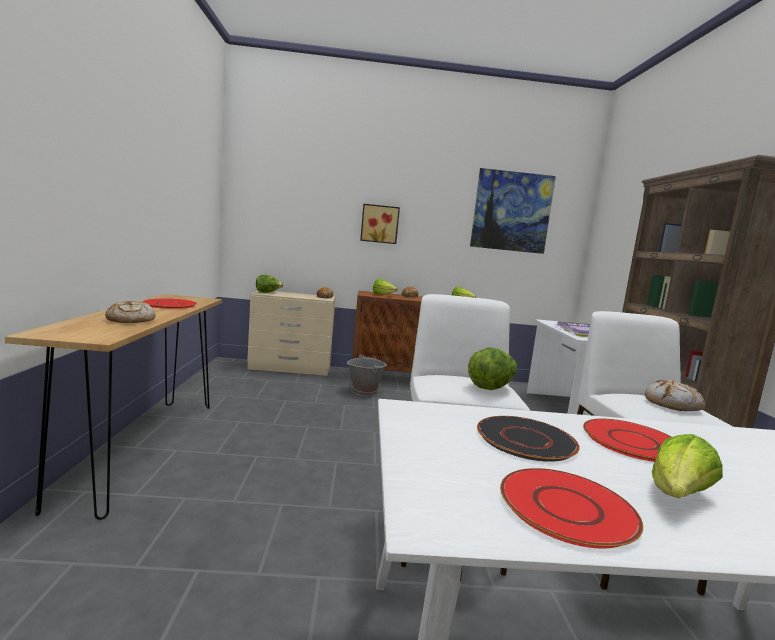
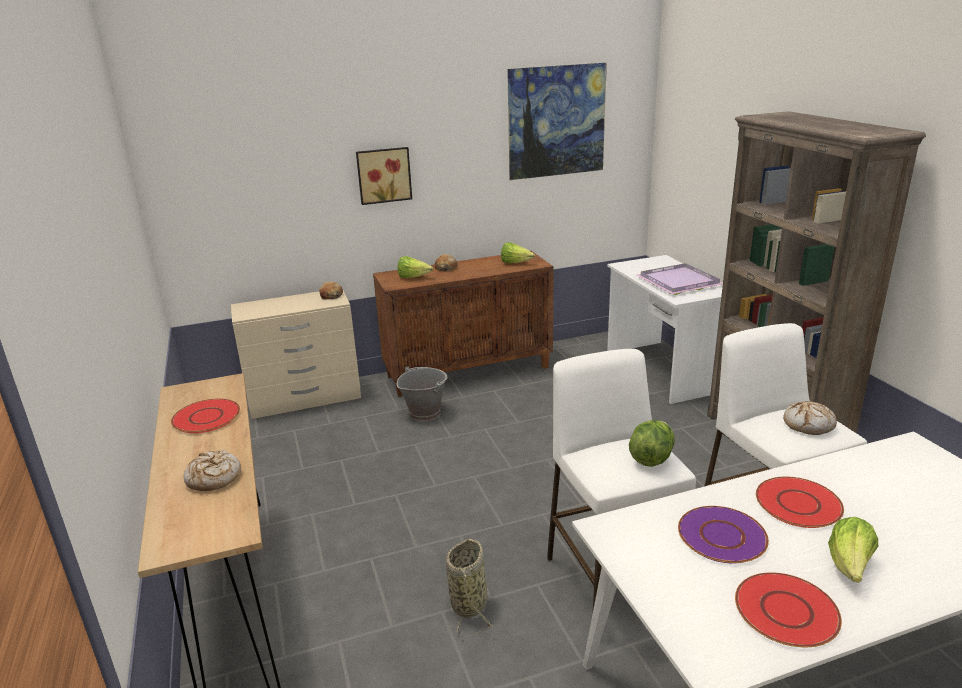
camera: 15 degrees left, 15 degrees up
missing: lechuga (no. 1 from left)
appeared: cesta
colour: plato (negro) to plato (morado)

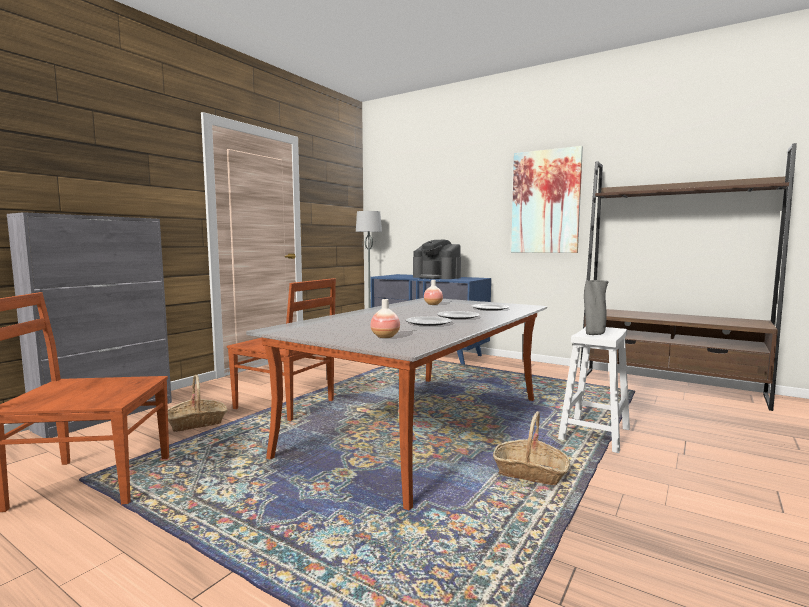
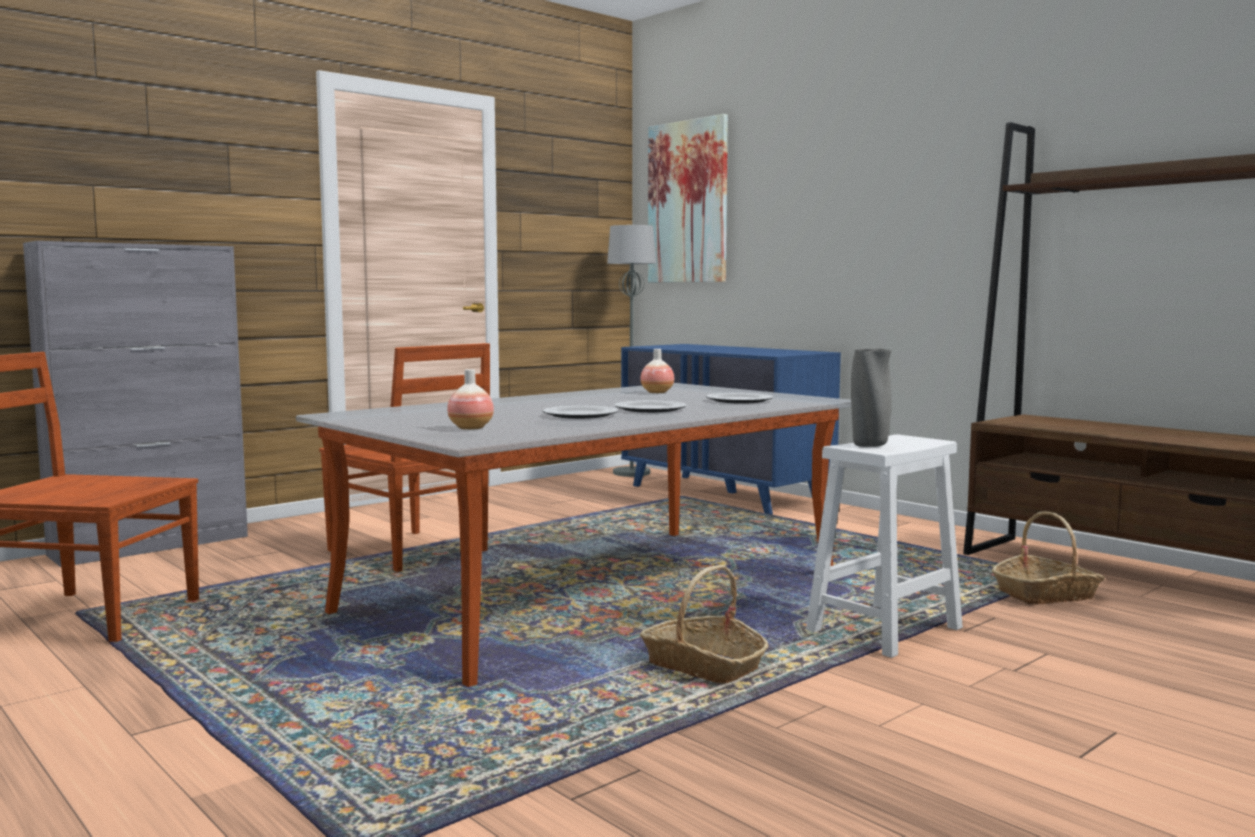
camera: 15 degrees right, 0 degrees up
missing: cafetera
relocated: cuadro; cesta (no. 1 from left in the first image) to cesta (no. 2 from left)

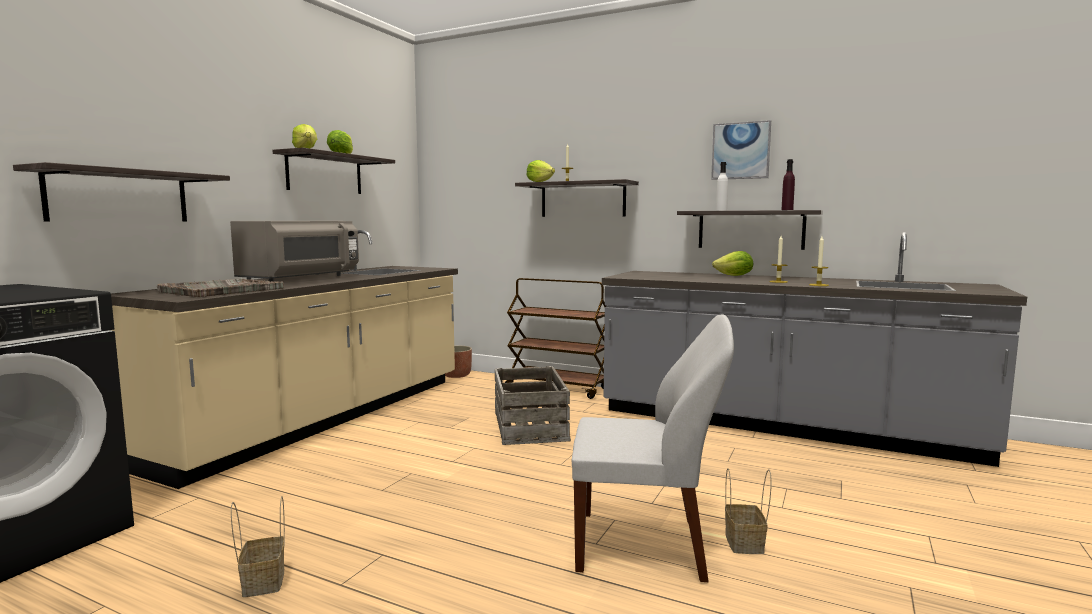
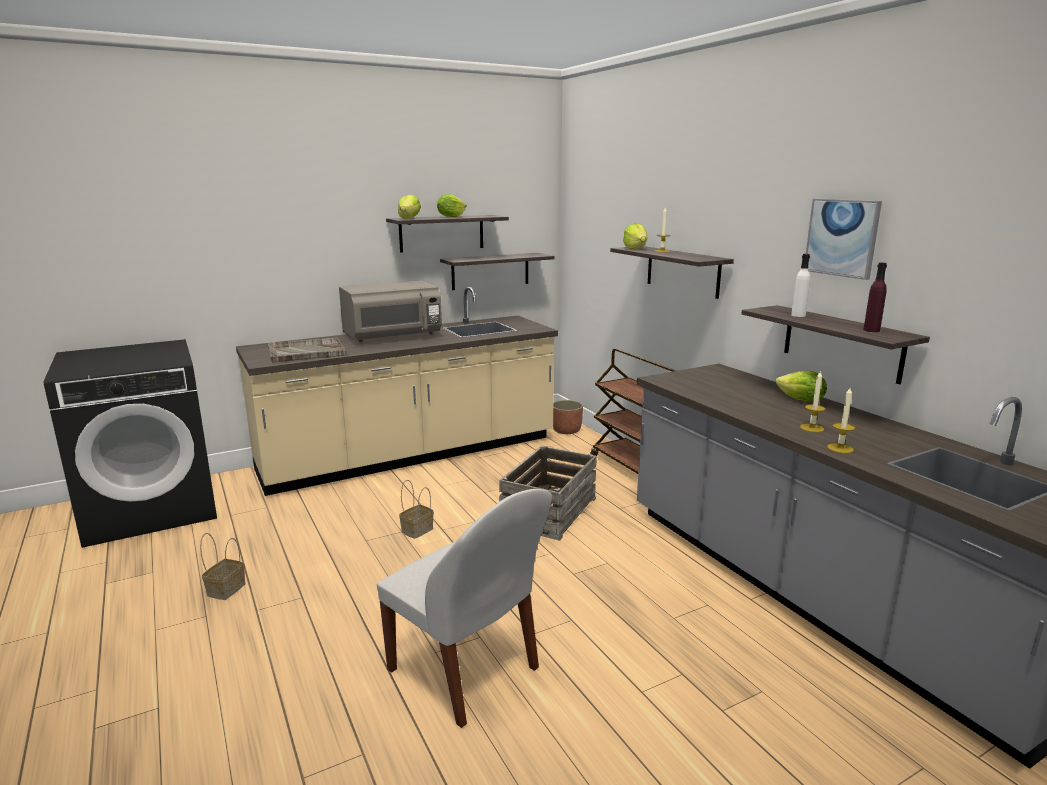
camera: 35 degrees right, 10 degrees up
relocated: cesta (no. 2 from left); estante (no. 1 from left in the first image) to estante (no. 2 from left)

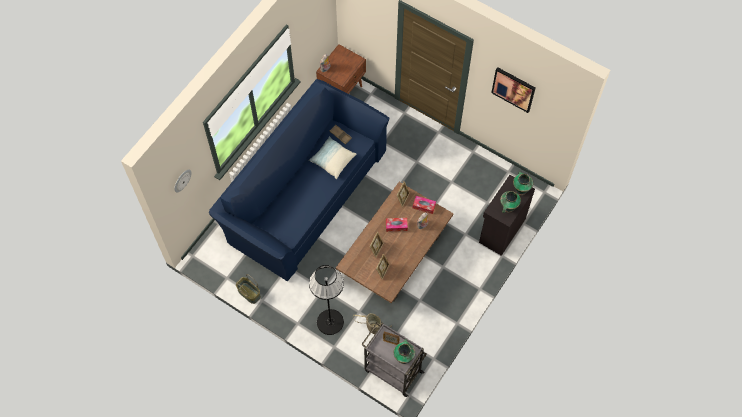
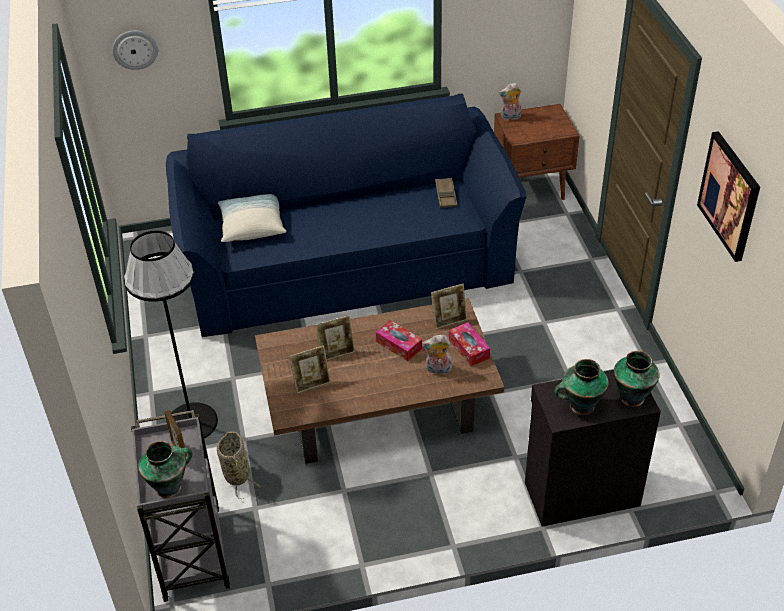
camera: 45 degrees right, 20 degrees down
missing: cesta (no. 1 from left)
relocated: cojín

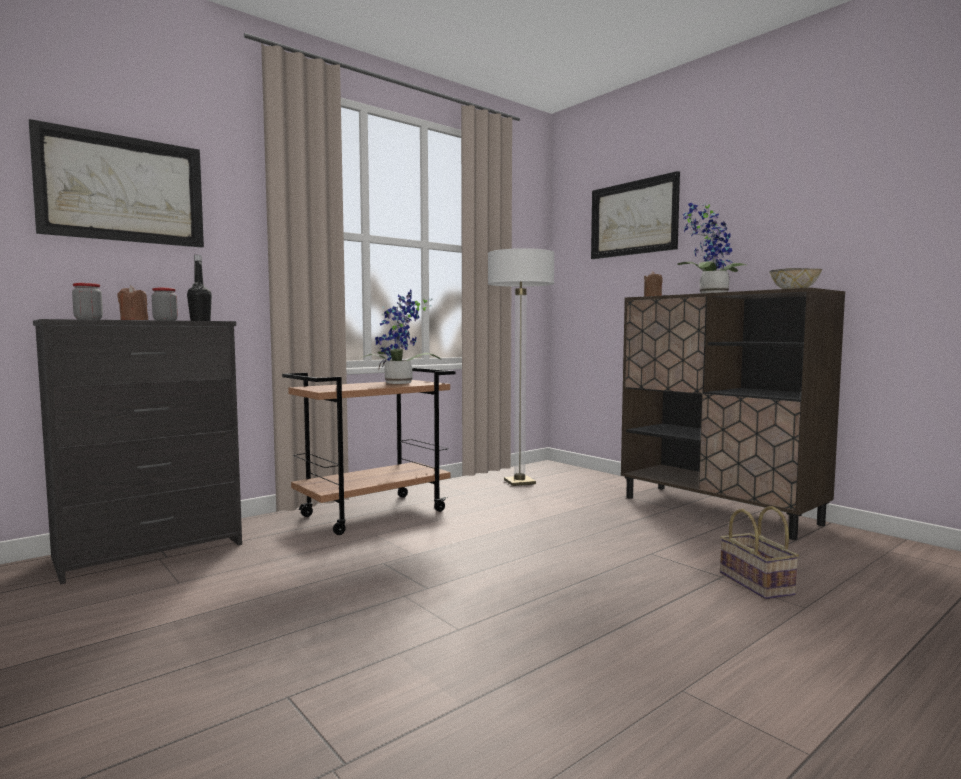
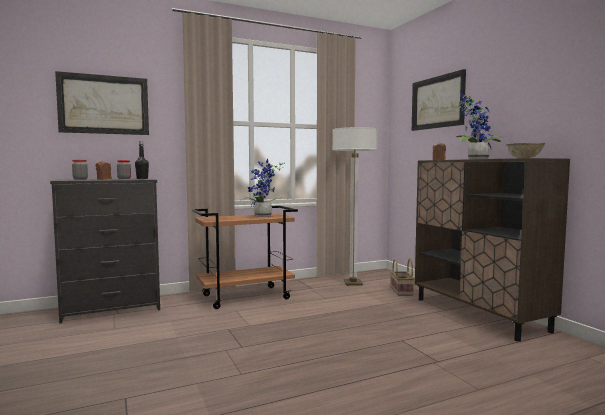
camera: 15 degrees right, 0 degrees up
relocated: cesta

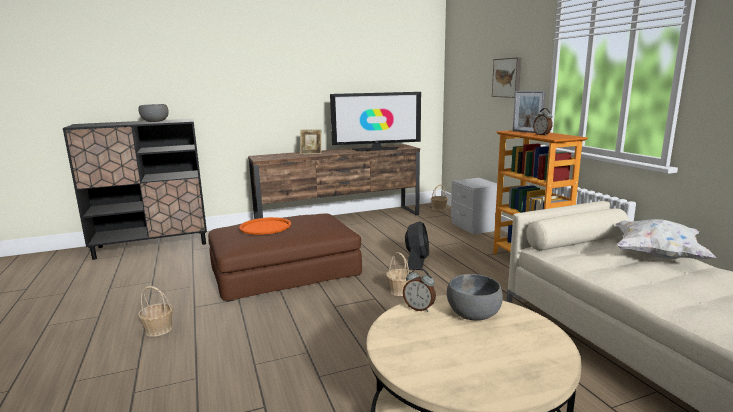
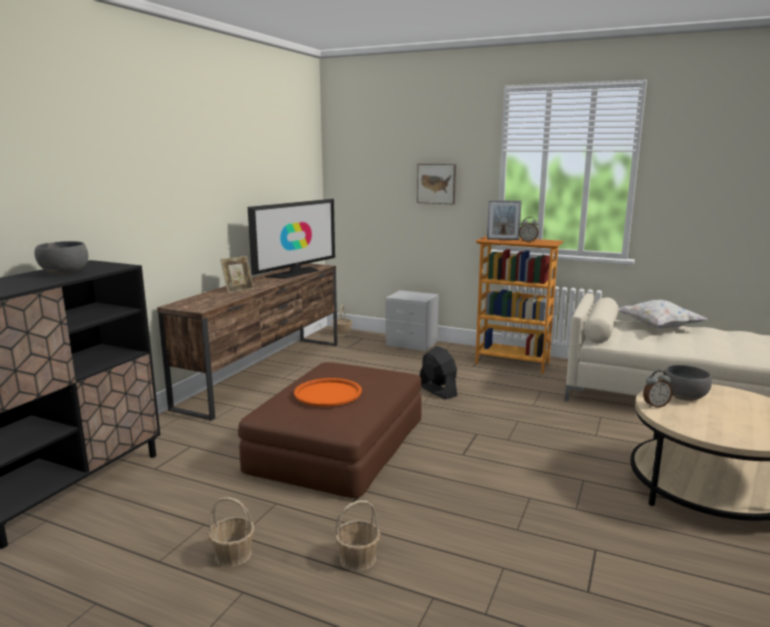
camera: 45 degrees left, 0 degrees up
relocated: cesta (no. 2 from left in the first image) to cesta (no. 1 from left)

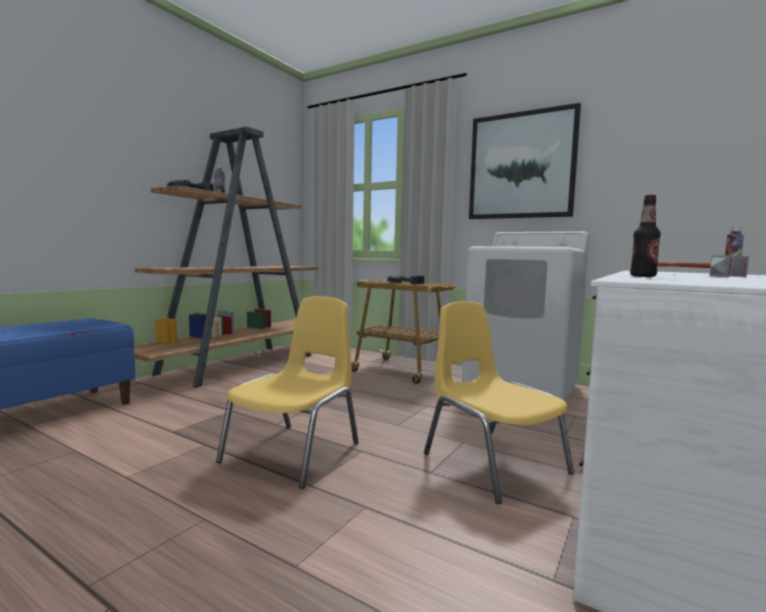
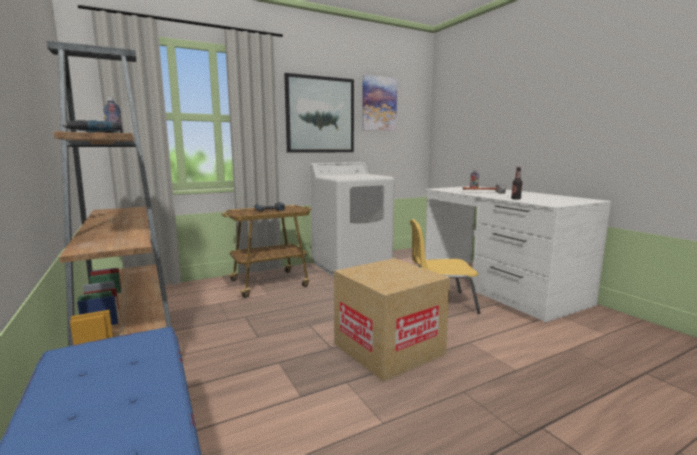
camera: 60 degrees left, 5 degrees up
appeared: cuadro (no. 2 from left)
exchanged: silla (amarillo) (no. 1 from left) to caja de cartón

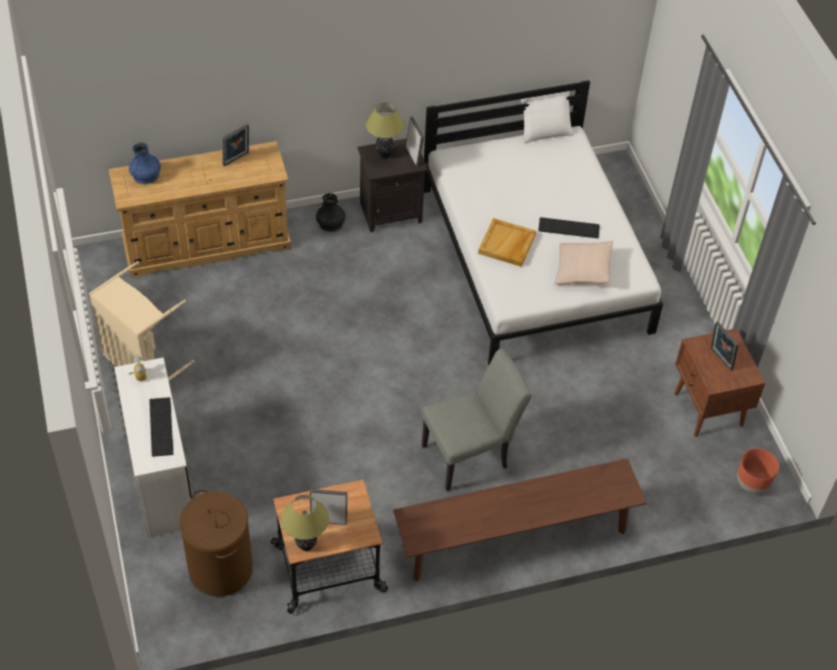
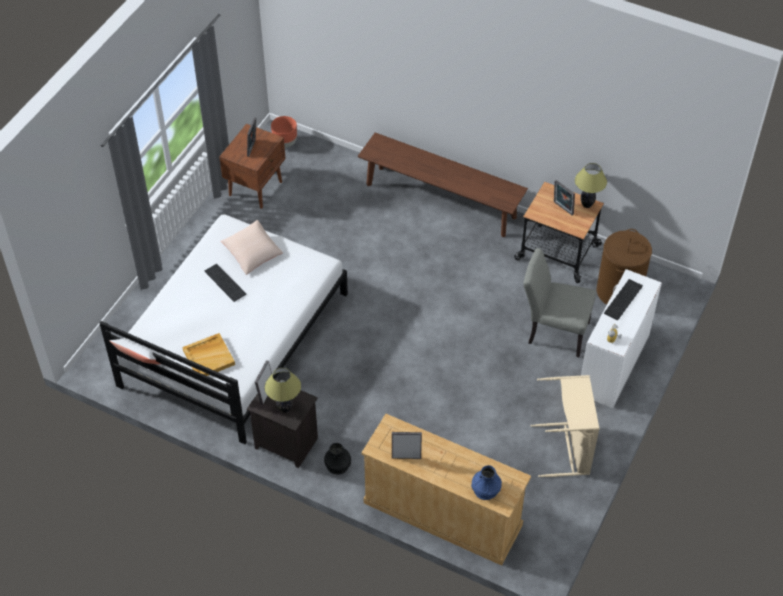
camera: 135 degrees left, 0 degrees up
relocated: bandeja (beis); silla (gris)

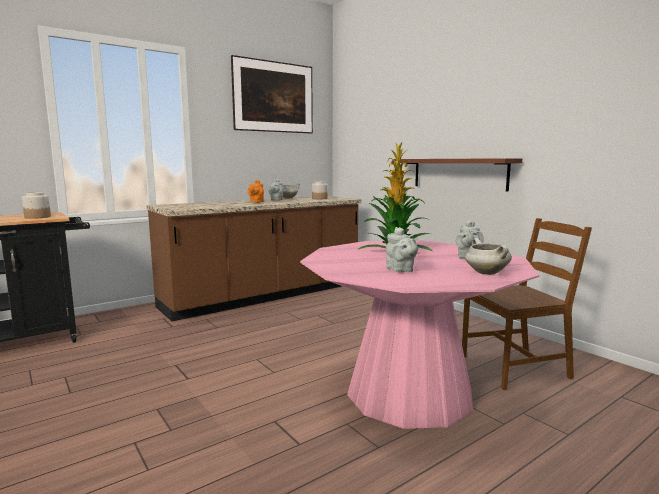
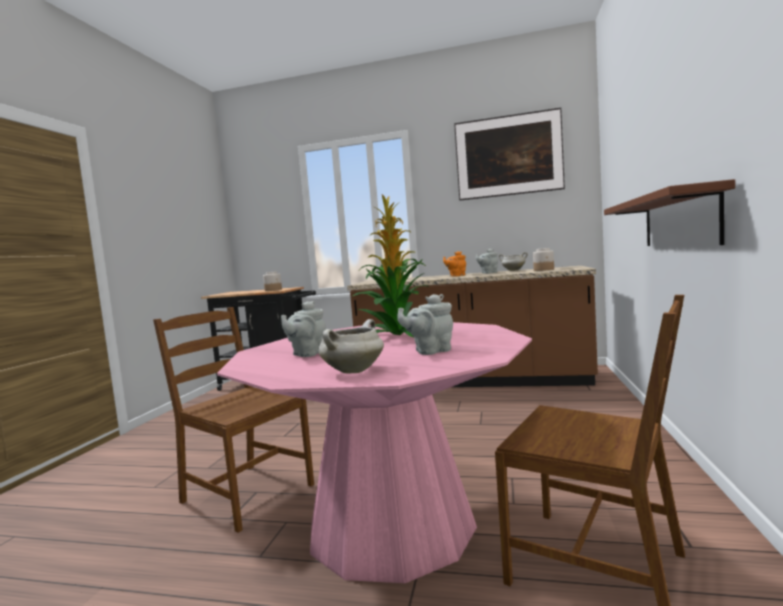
camera: 50 degrees right, 5 degrees down
appeared: silla (marrón) (no. 1 from left)

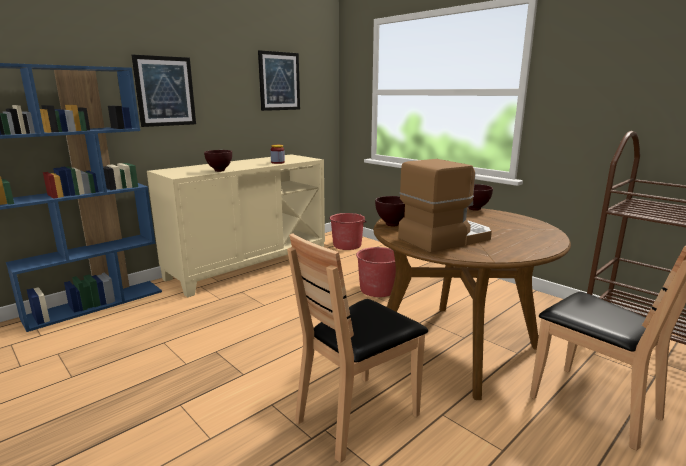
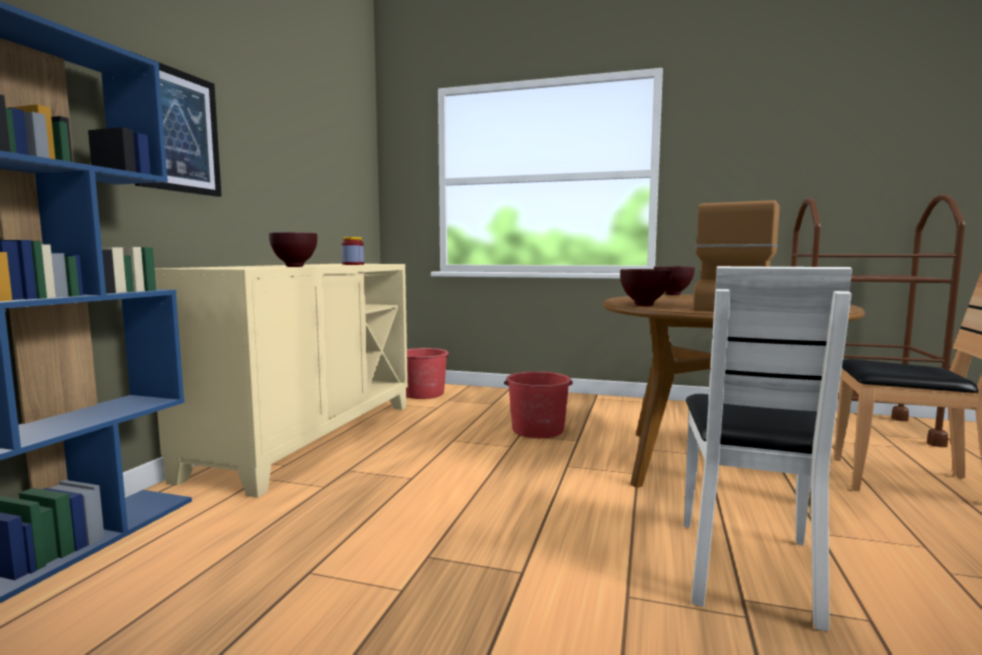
camera: 30 degrees left, 10 degrees down
missing: cuadro (no. 2 from left)
colour: silla (marrón) (no. 1 from left) to silla (blanco)

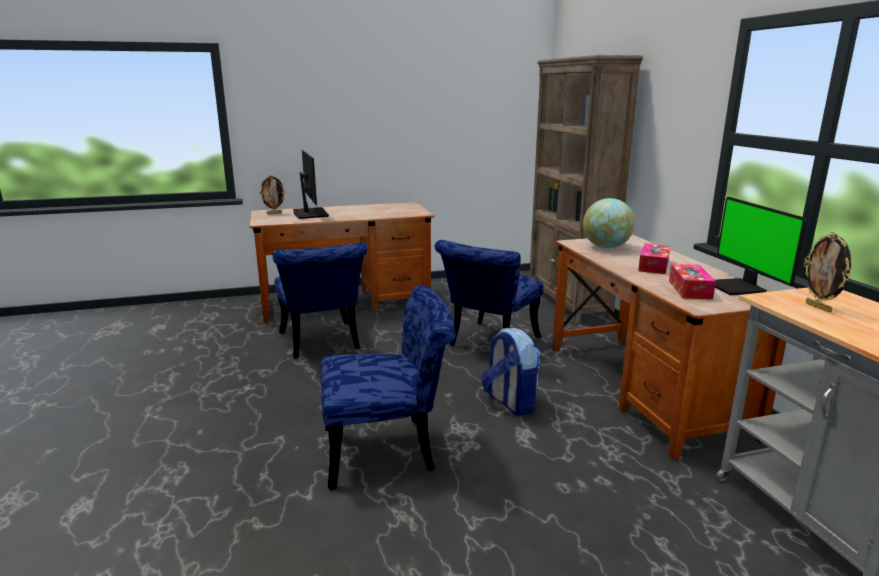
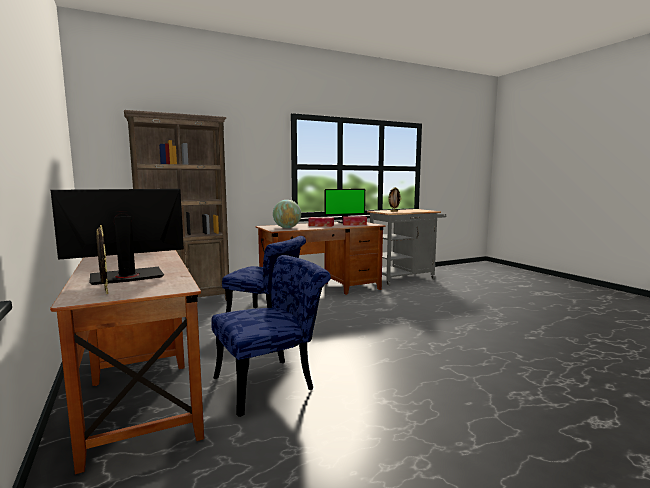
camera: 100 degrees left, 10 degrees down
missing: silla (azul) (no. 2 from left); mochila

